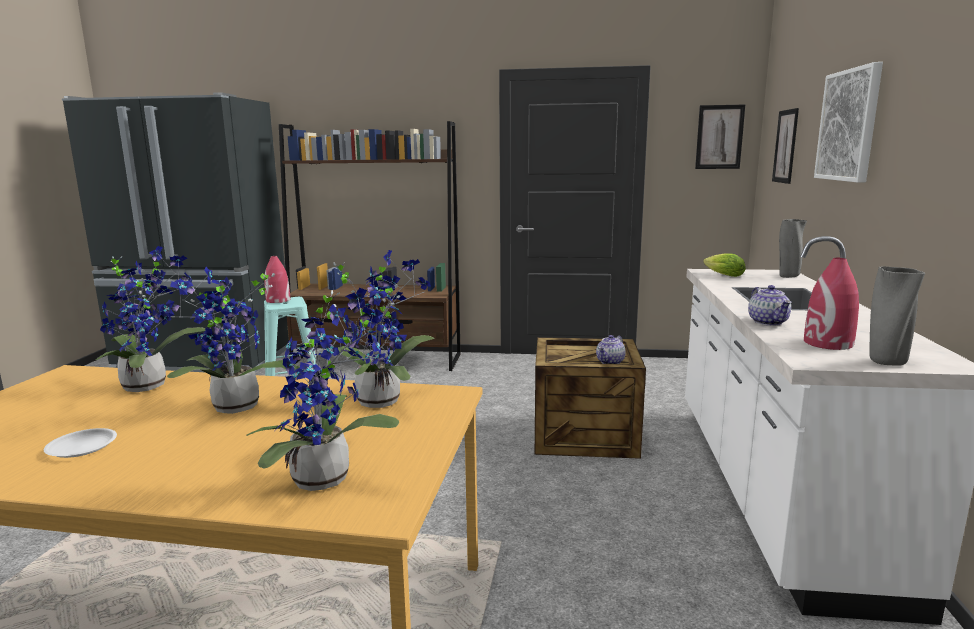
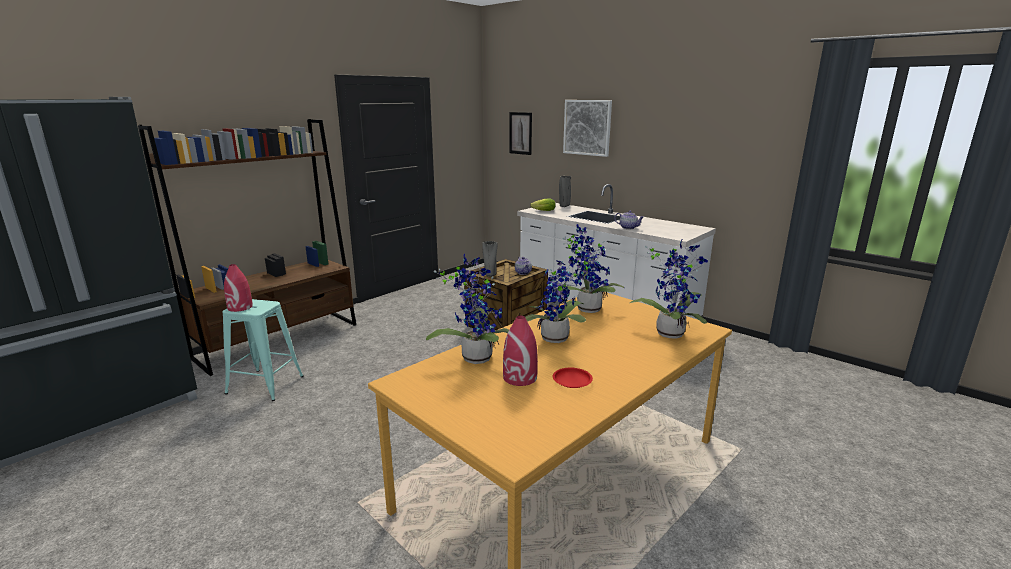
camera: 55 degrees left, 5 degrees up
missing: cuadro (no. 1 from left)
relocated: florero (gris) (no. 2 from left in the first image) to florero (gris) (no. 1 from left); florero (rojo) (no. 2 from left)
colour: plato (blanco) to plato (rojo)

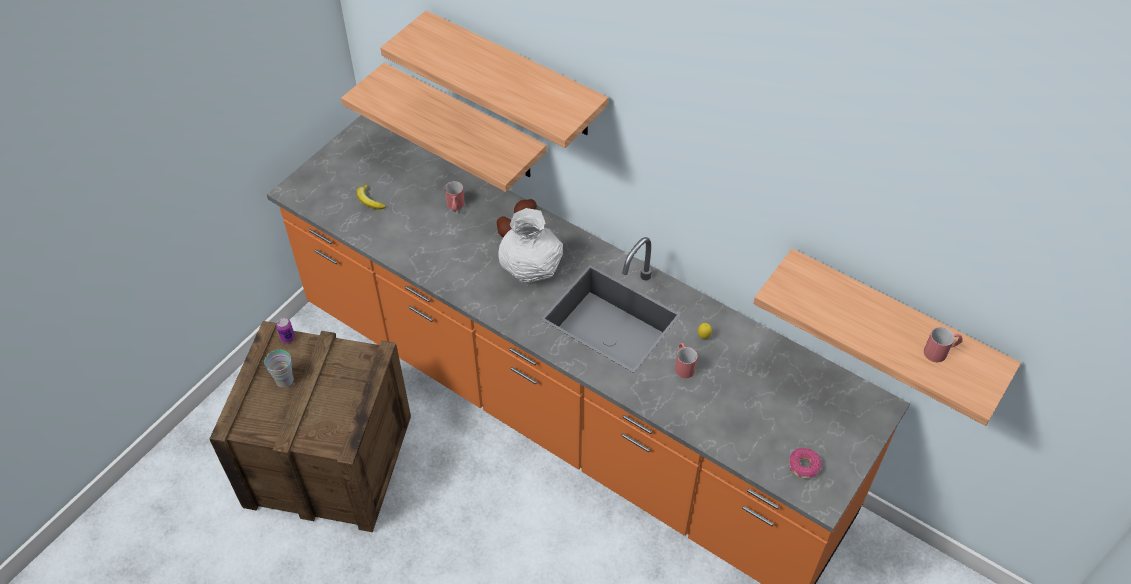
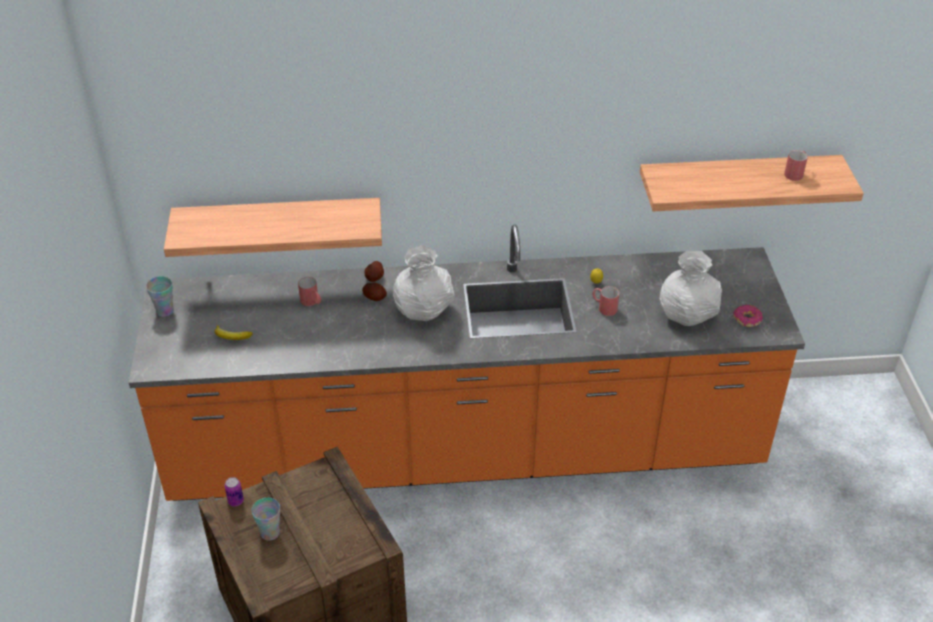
camera: 40 degrees left, 10 degrees down
missing: estante (no. 2 from left)
appeared: taza (no. 1 from left); florero (blanco) (no. 2 from left)

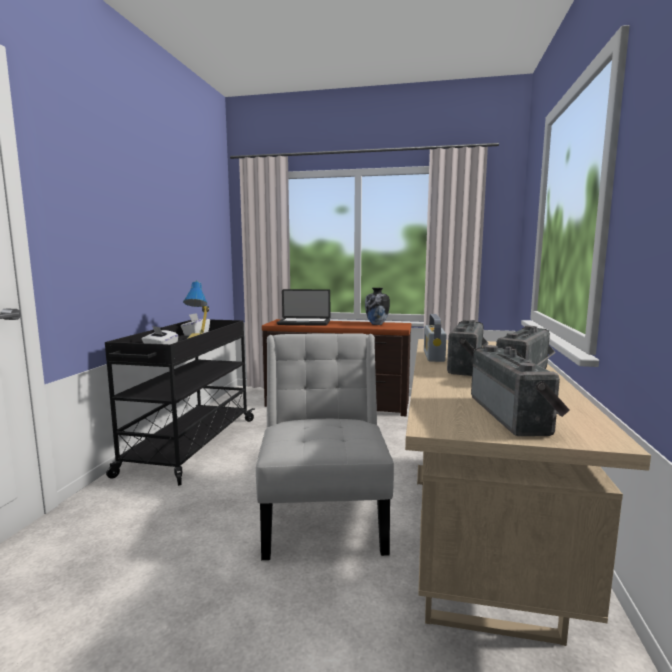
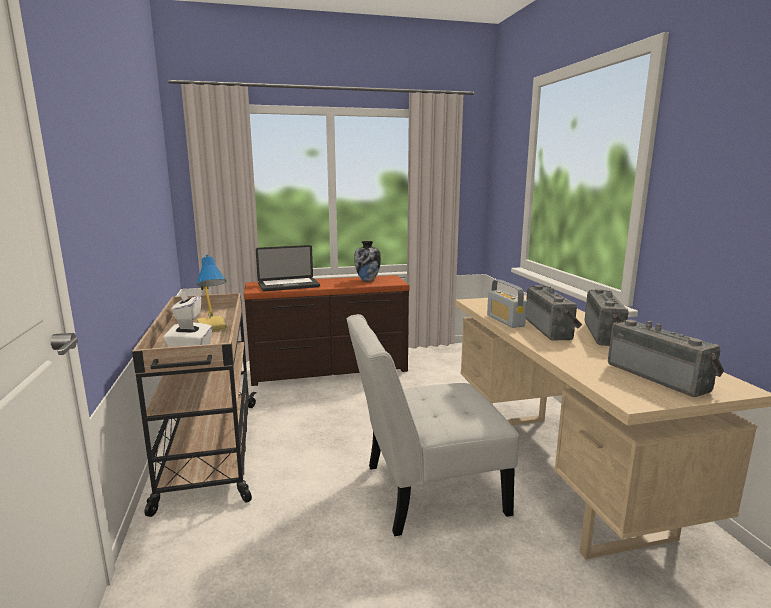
camera: 25 degrees left, 5 degrees up
colour: carrito (negro) to carrito (beis)
spun: silla (blanco) 75 degrees counterclockwise

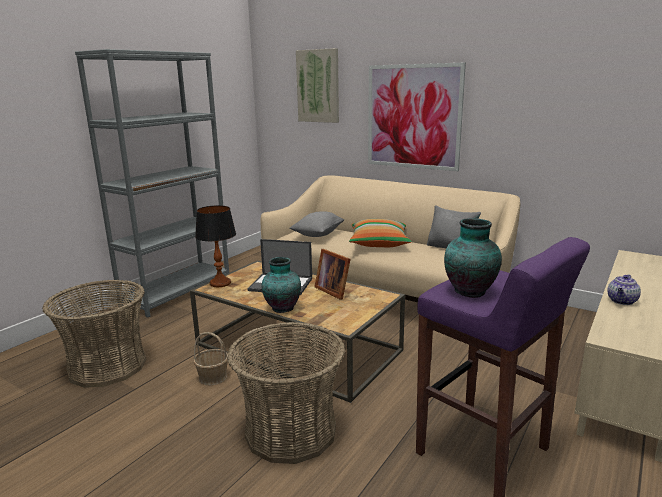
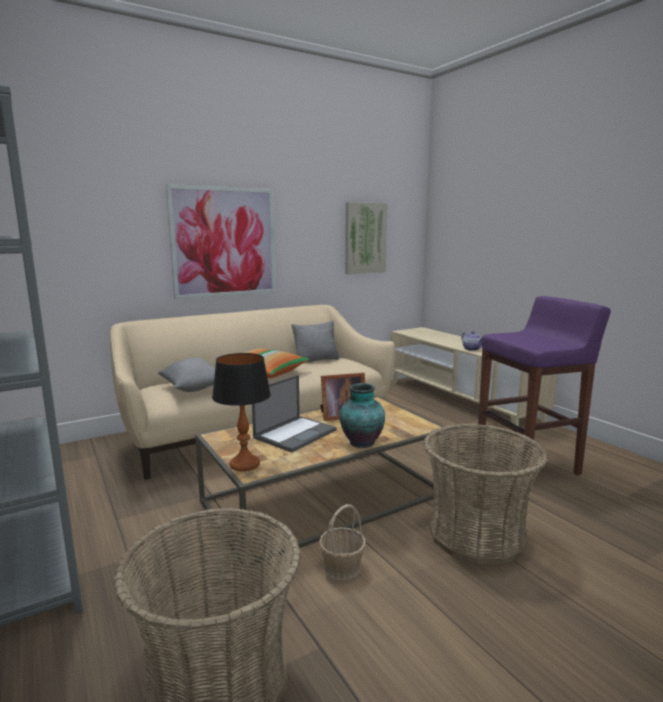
camera: 65 degrees left, 5 degrees down
missing: florero (no. 2 from left)
relocated: cuadro (no. 1 from left in the first image) to cuadro (no. 2 from left)

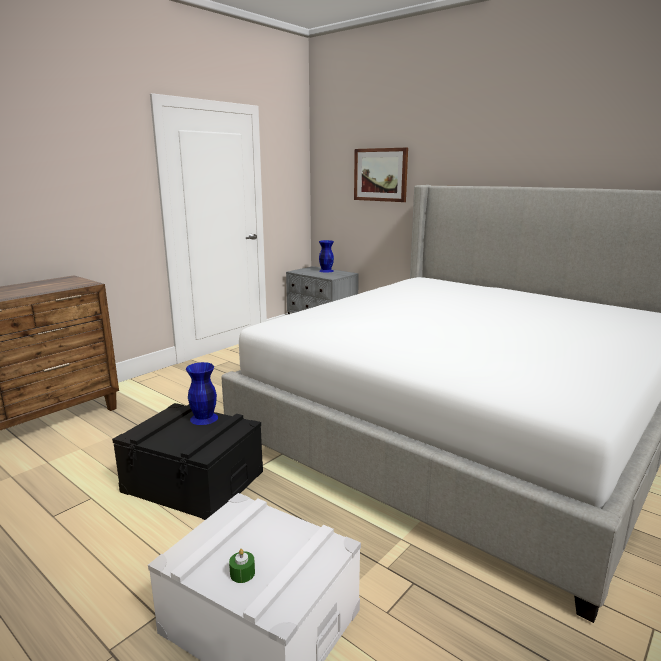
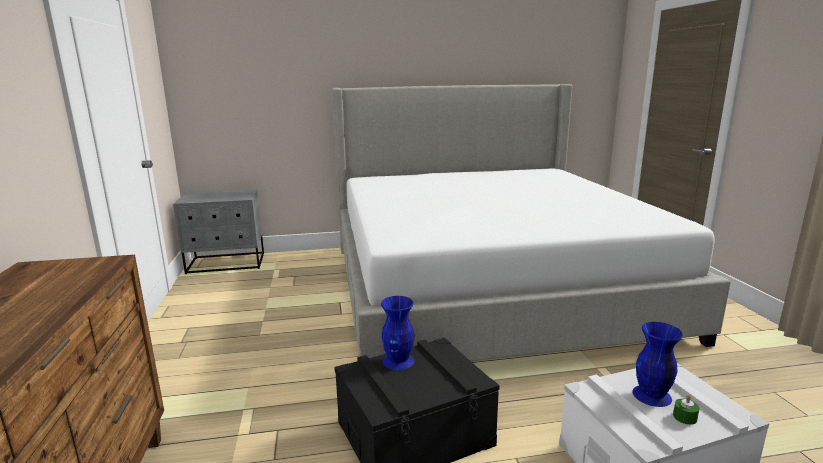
camera: 50 degrees left, 0 degrees up
missing: cuadro
relocated: florero (azul) (no. 2 from left)

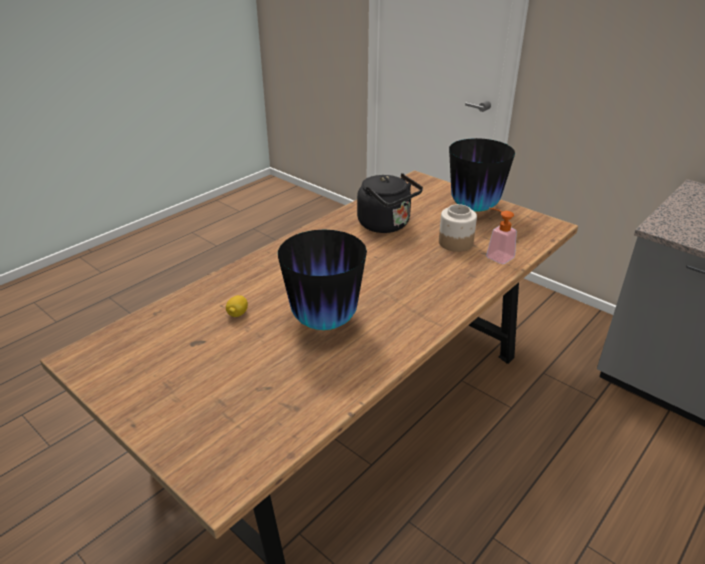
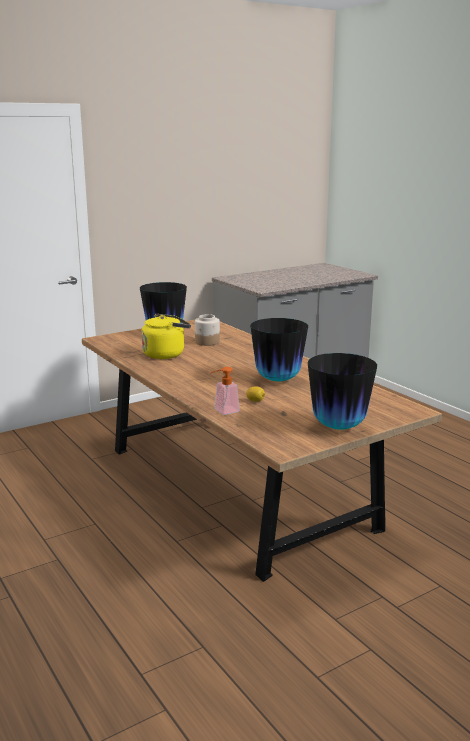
camera: 75 degrees left, 15 degrees down
appeared: florero (no. 3 from left)
relocated: dispensador de jabón
colour: hervidor (negro) to hervidor (amarillo)

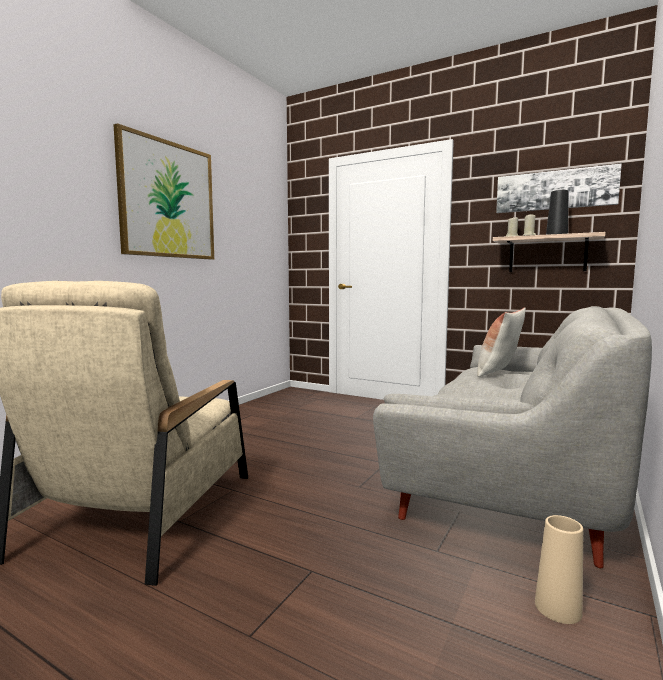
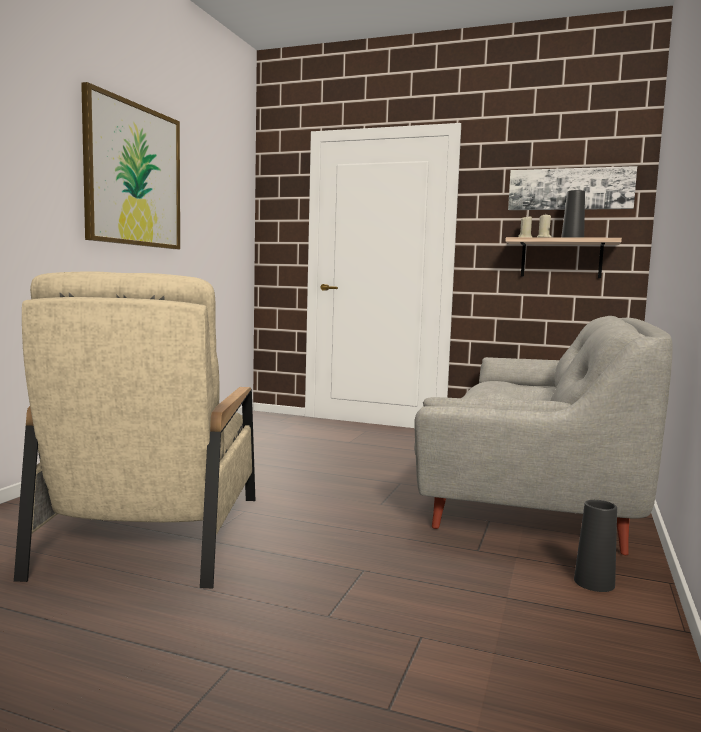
camera: 10 degrees left, 0 degrees up
missing: cojín
colour: florero (beis) to florero (negro) (no. 2 from left)

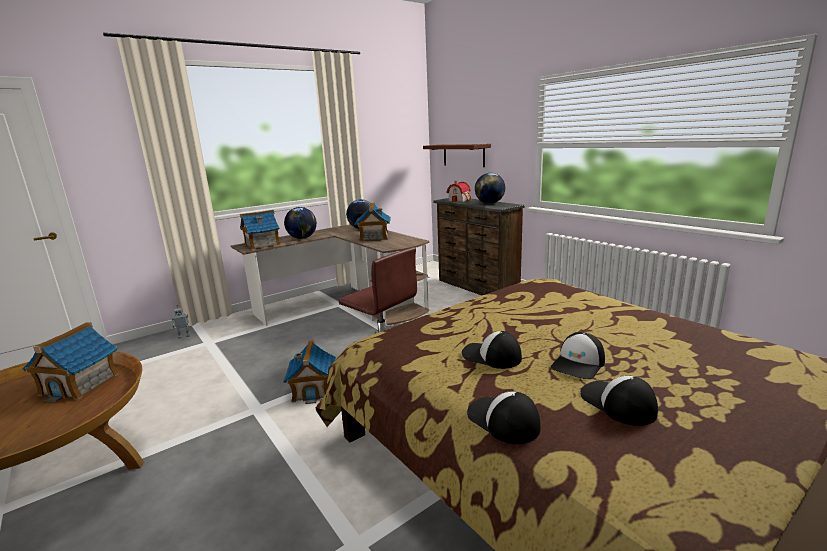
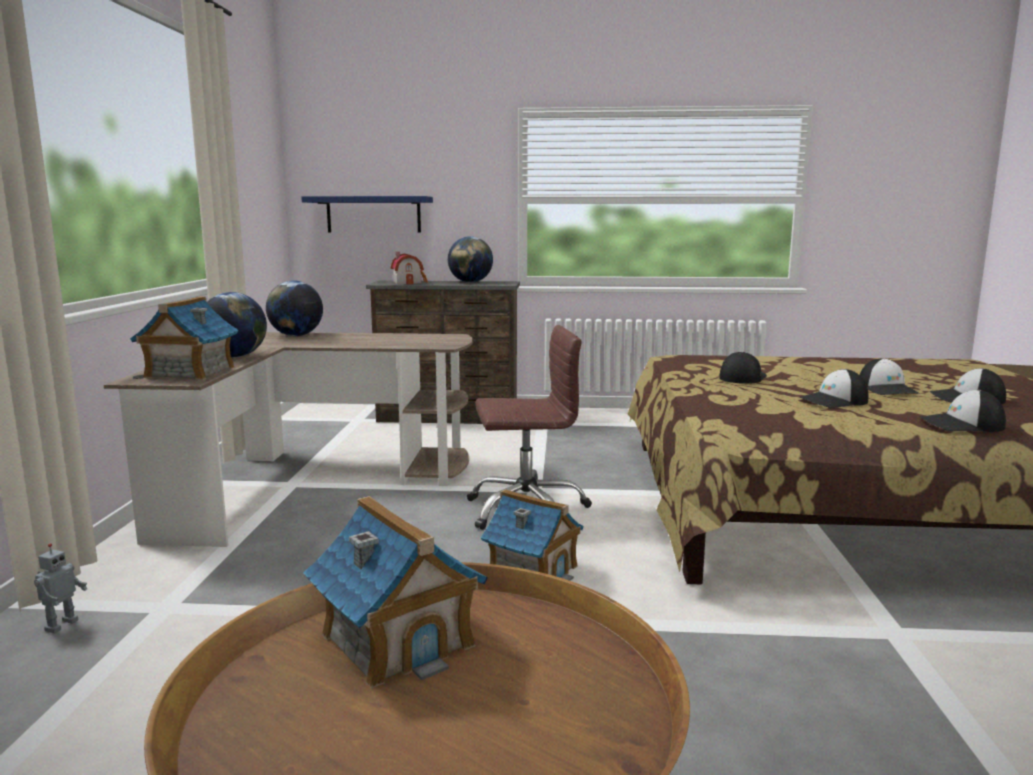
camera: 50 degrees left, 5 degrees down
missing: casita (no. 4 from left)
appeared: gorra (no. 1 from left)
colour: estante (marrón) to estante (azul)

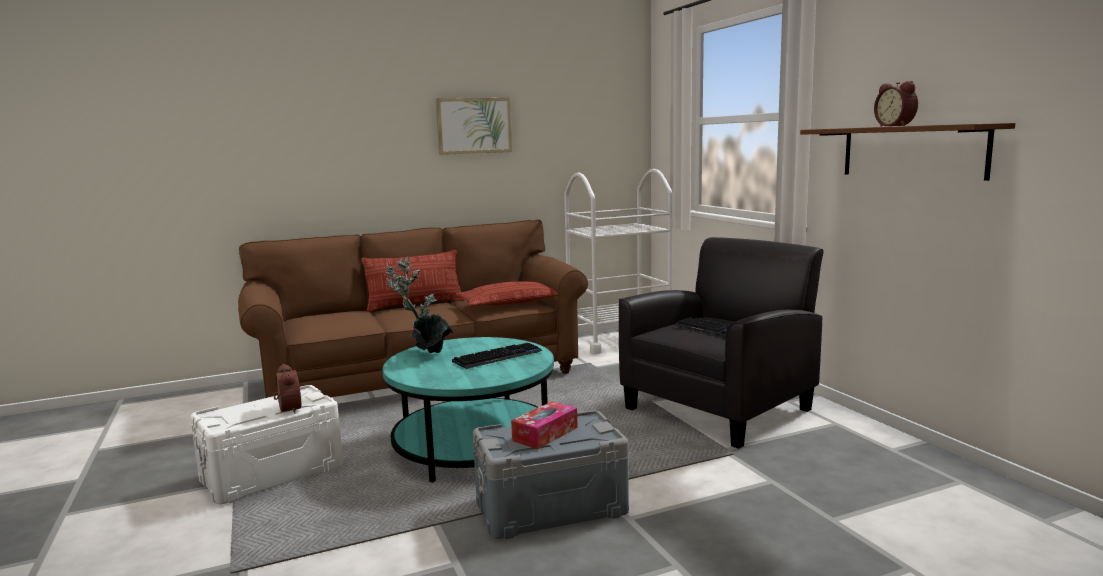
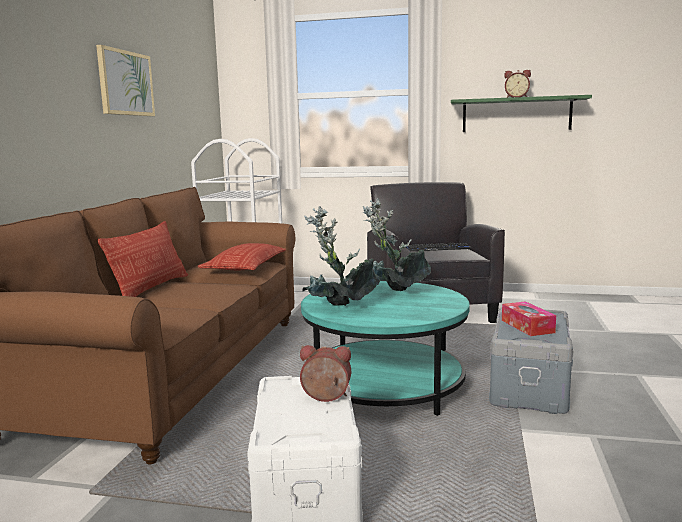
camera: 55 degrees left, 0 degrees up
exchanged: teclado (no. 1 from left) to planta en maceta (no. 2 from left)
colour: estante (marrón) to estante (verde)

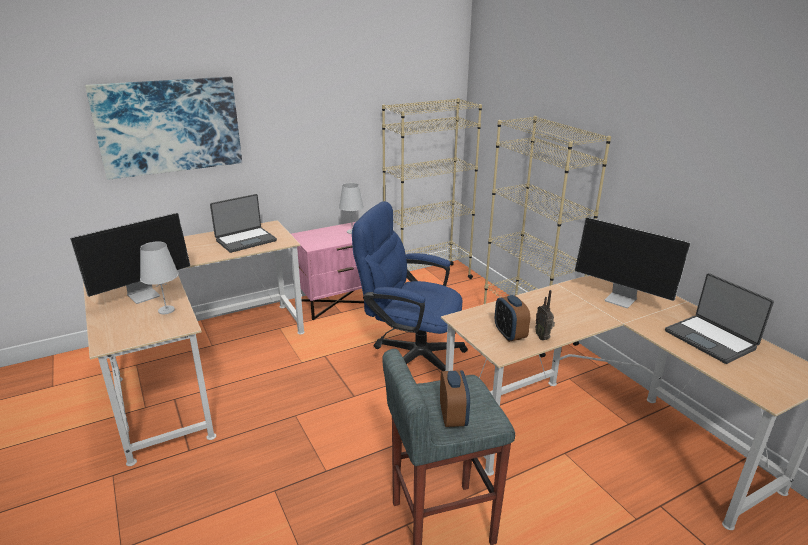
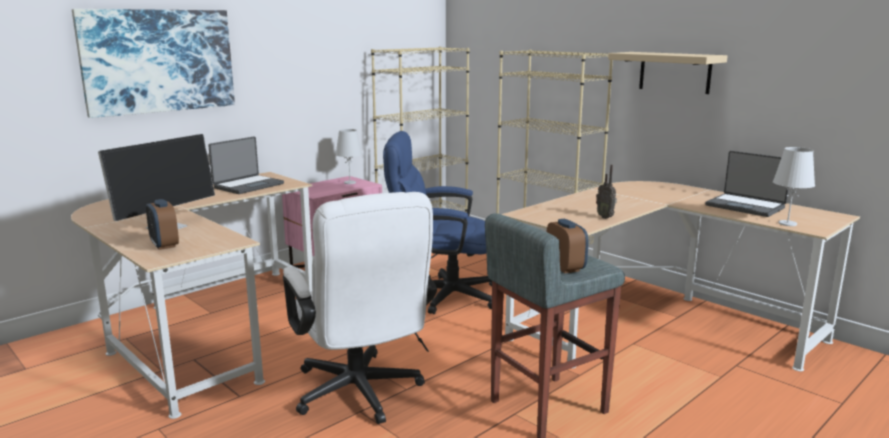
camera: 15 degrees left, 10 degrees down
missing: monitor (no. 2 from left)
appeared: silla de oficina (blanco); estante (beis)
relocated: despertador (no. 2 from left in the first image) to despertador (no. 1 from left); lámpara de mesa (blanco) (no. 1 from left in the first image) to lámpara de mesa (blanco) (no. 2 from left)

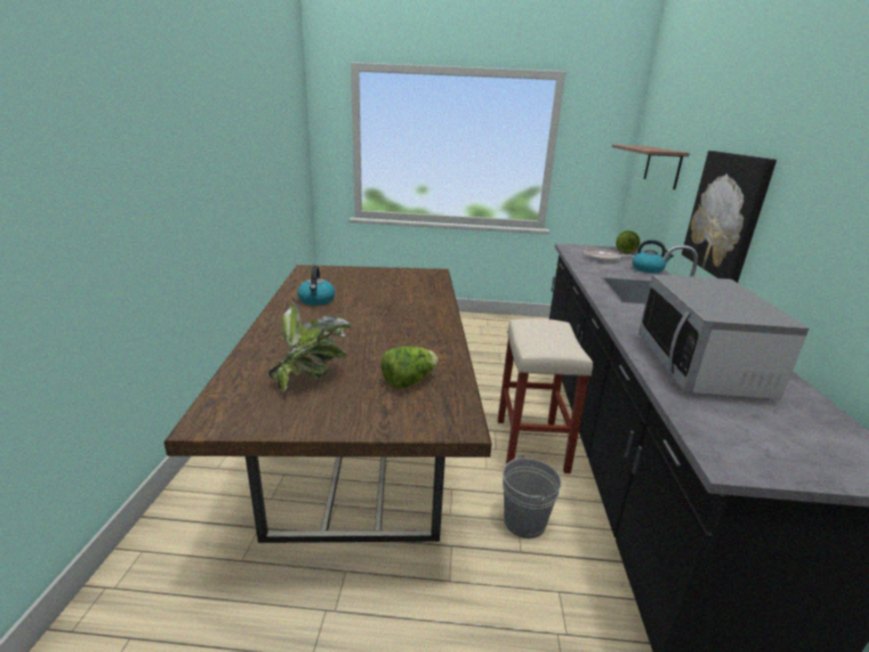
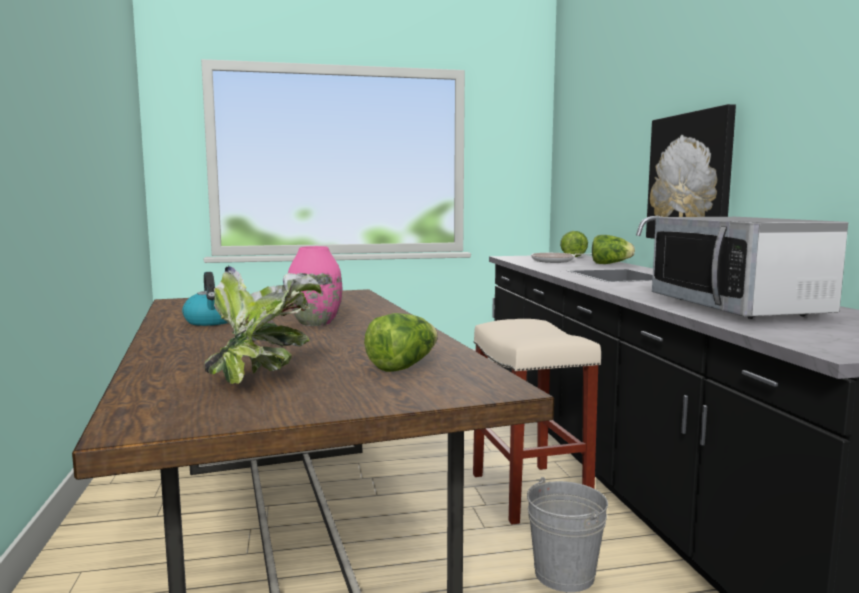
camera: 15 degrees left, 15 degrees down
missing: estante
appeared: florero (rosa)
exchanged: hervidor (no. 2 from left) to lechuga (no. 3 from left)

